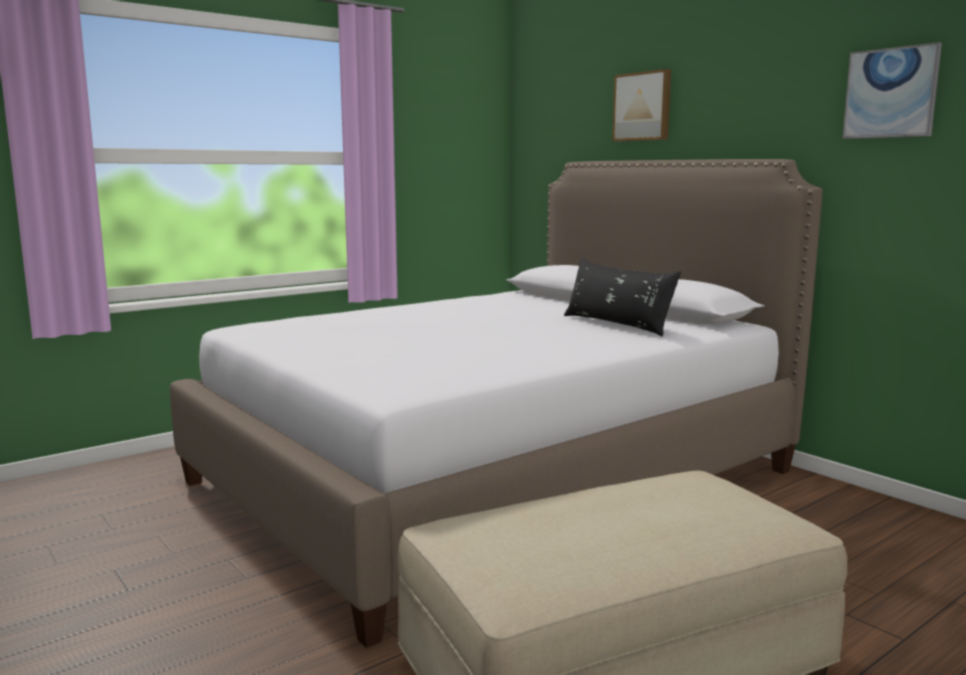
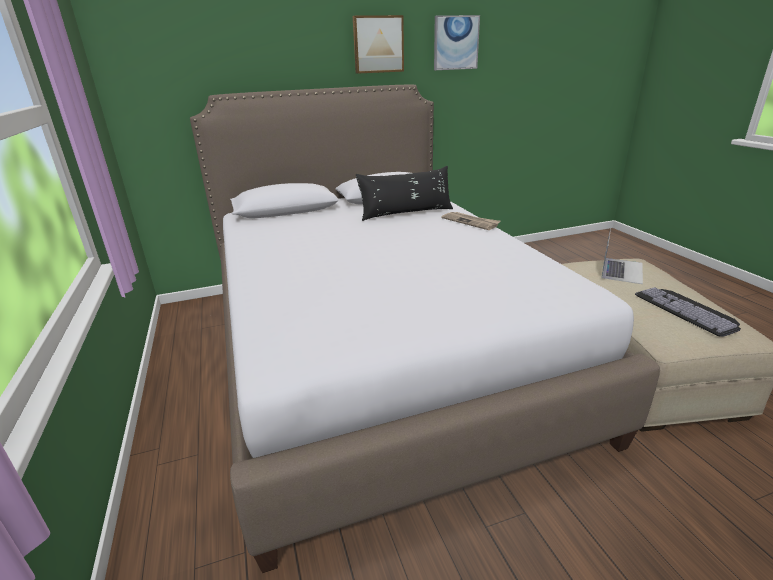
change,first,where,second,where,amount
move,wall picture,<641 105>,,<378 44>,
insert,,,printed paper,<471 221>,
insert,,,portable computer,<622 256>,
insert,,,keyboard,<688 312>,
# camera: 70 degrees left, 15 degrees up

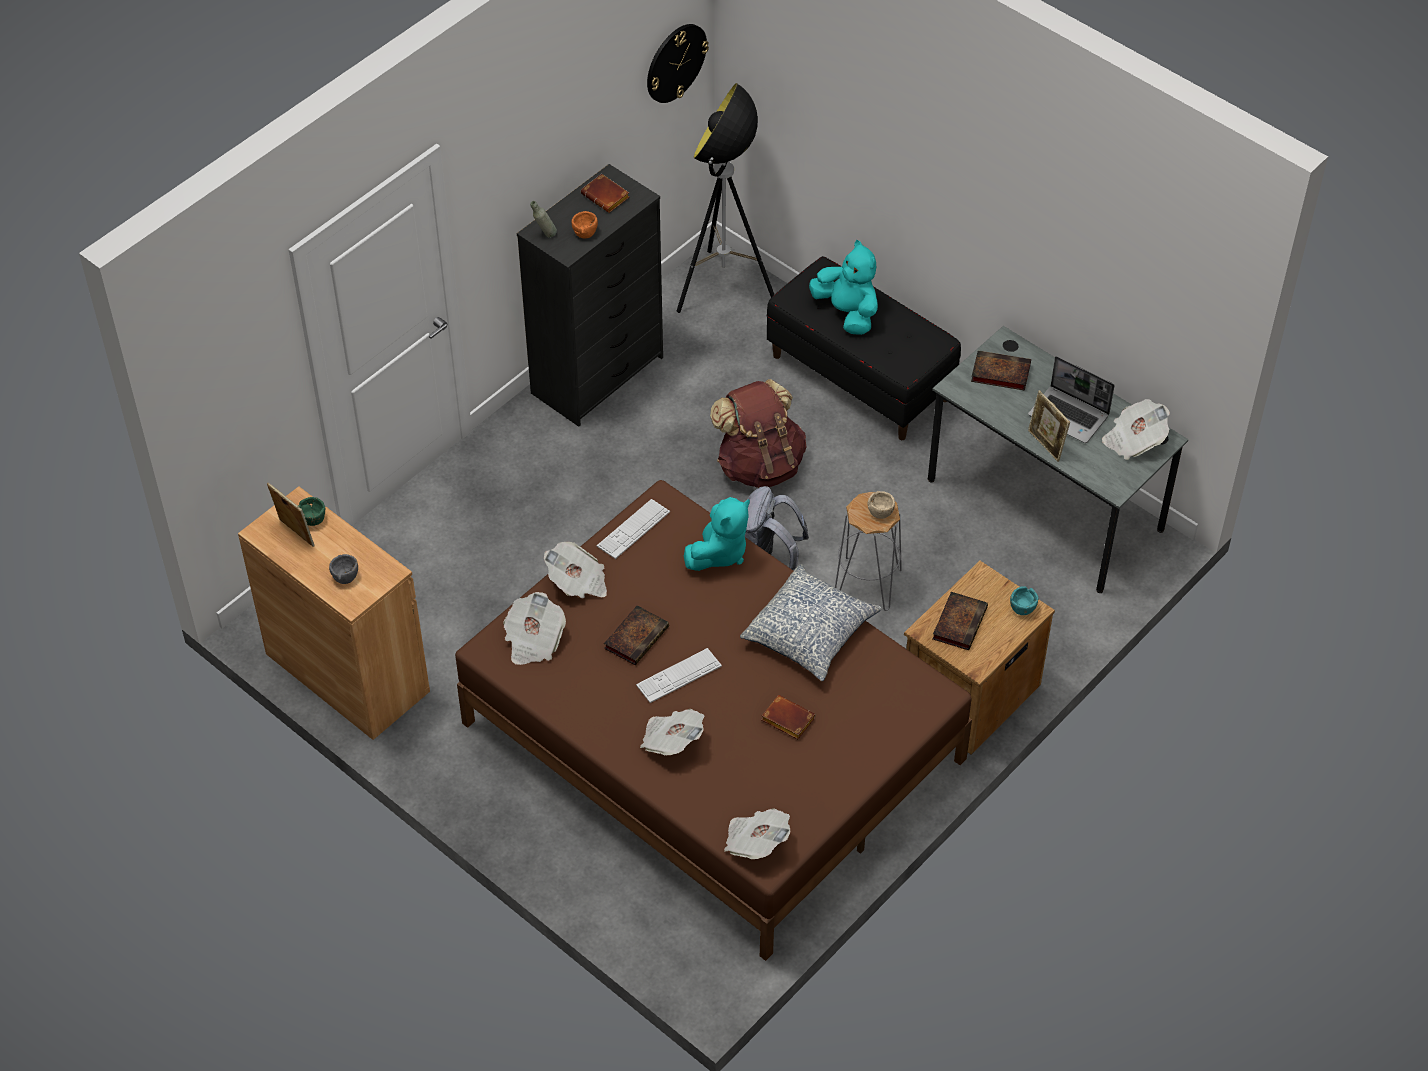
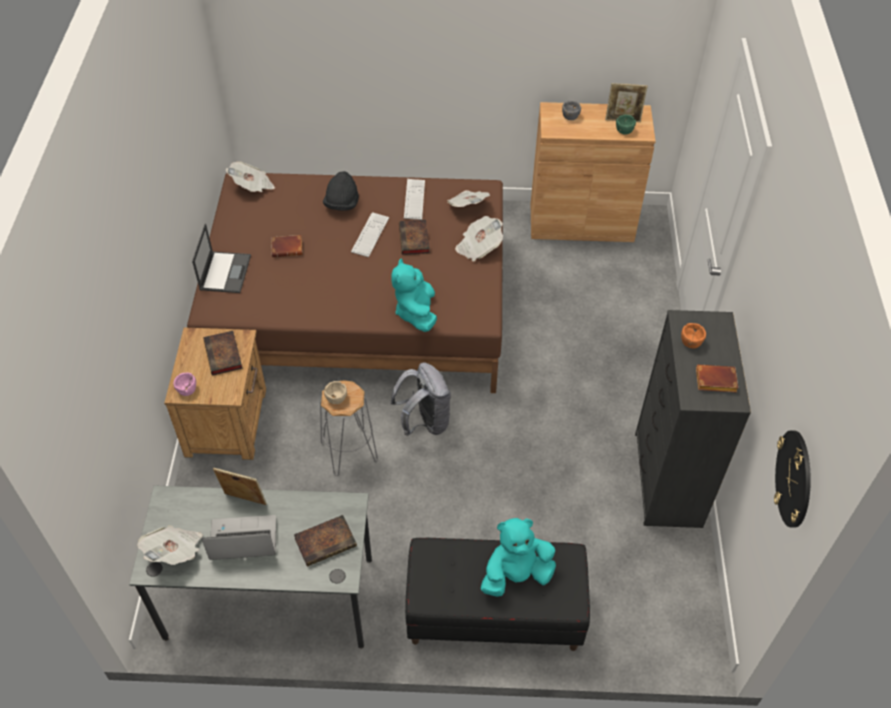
change,first,where,second,where,amount
delete,grey drink bottle,<543 219>,,,
move,keyboard,<633 529>,,<414 199>,
replace,printed paper,<672 732>,black clothing hat,<341 191>,
delete,floor lamp,<726 198>,,,
delete,brown knapsack,<758 433>,,,
delete,cushion,<811 622>,,,
rotate,turquoise soft toy,<843 287>,,<518 557>,150 degrees clockwise
recolor,turquoise deep dish,<1024 600>,pink-coloured deep dish,<184 384>,
insert,,,portable computer,<221 258>,
# camera: 140 degrees right, 0 degrees up

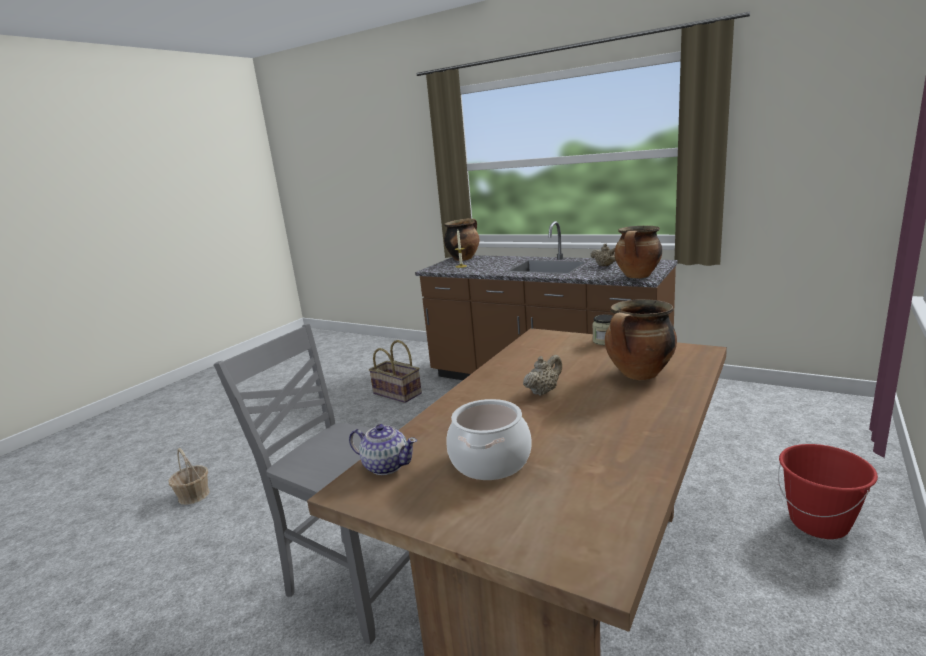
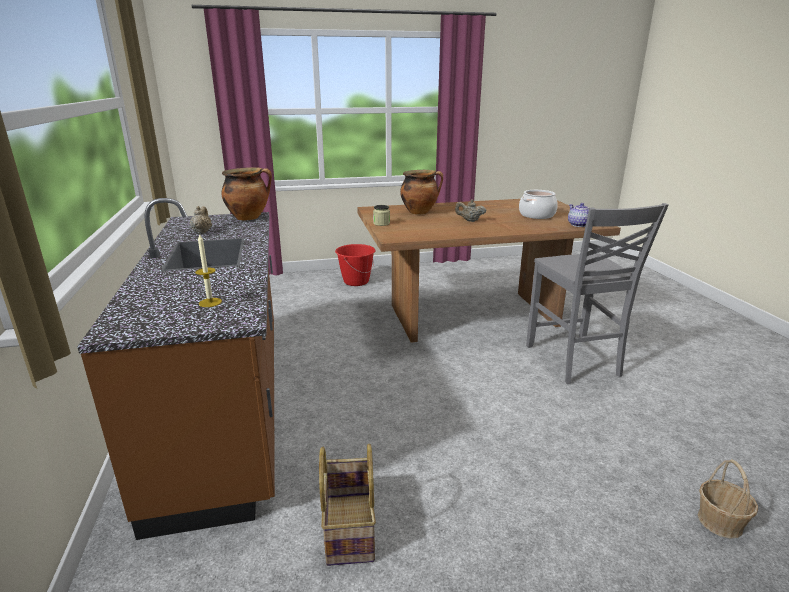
change,first,where,second,where,amount
delete,cooking pot,<461 239>,,,
# camera: 135 degrees left, 5 degrees up

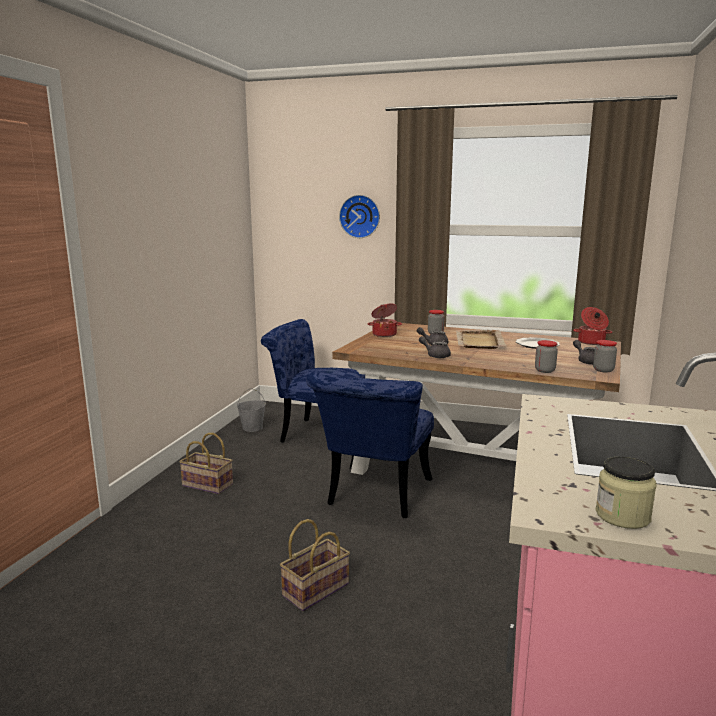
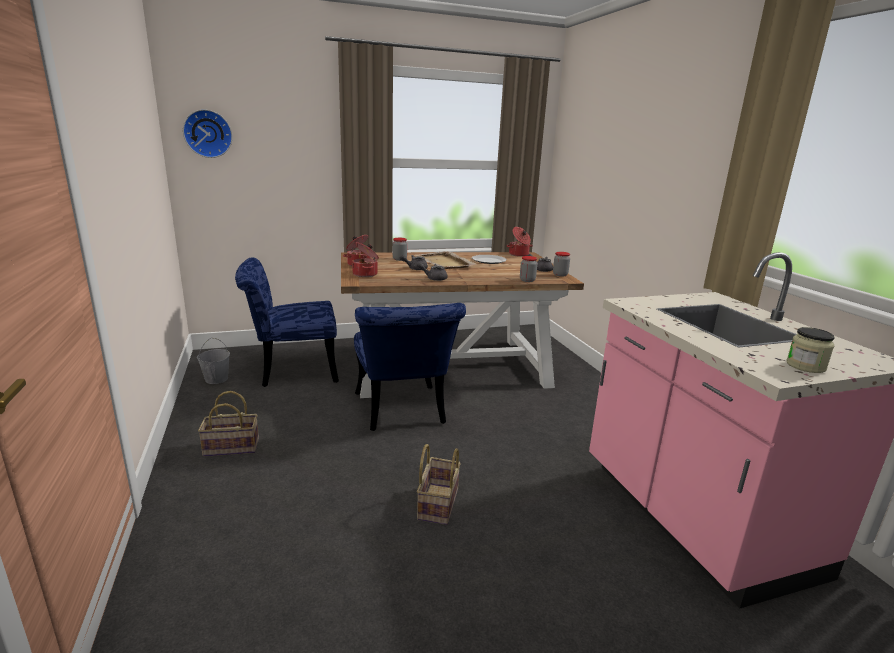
change,first,where,second,where,amount
move,clock on the wall,<359 216>,,<208 133>,
insert,,,cooking pot,<365 259>,
# camera: 35 degrees left, 5 degrees up

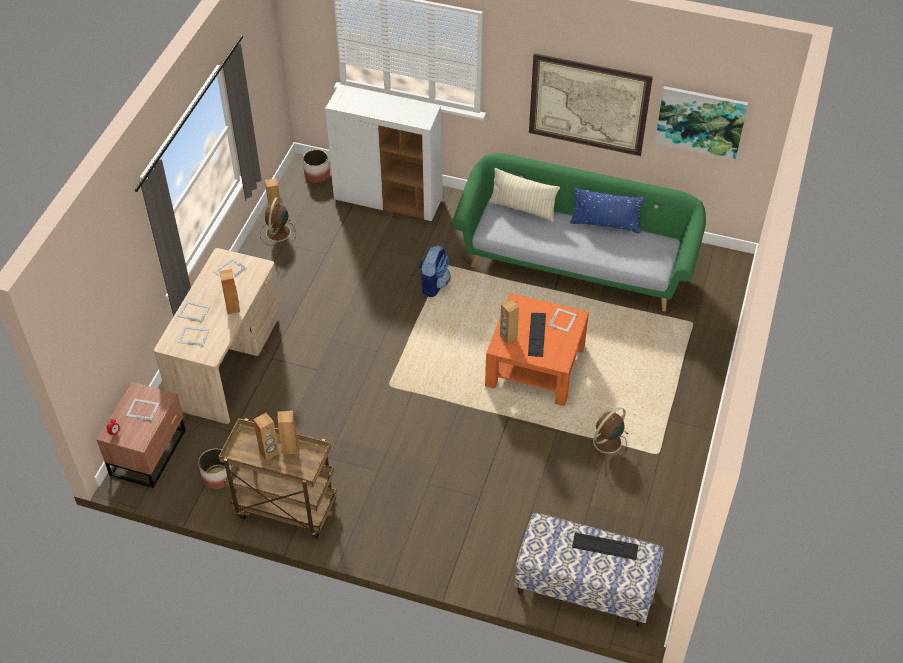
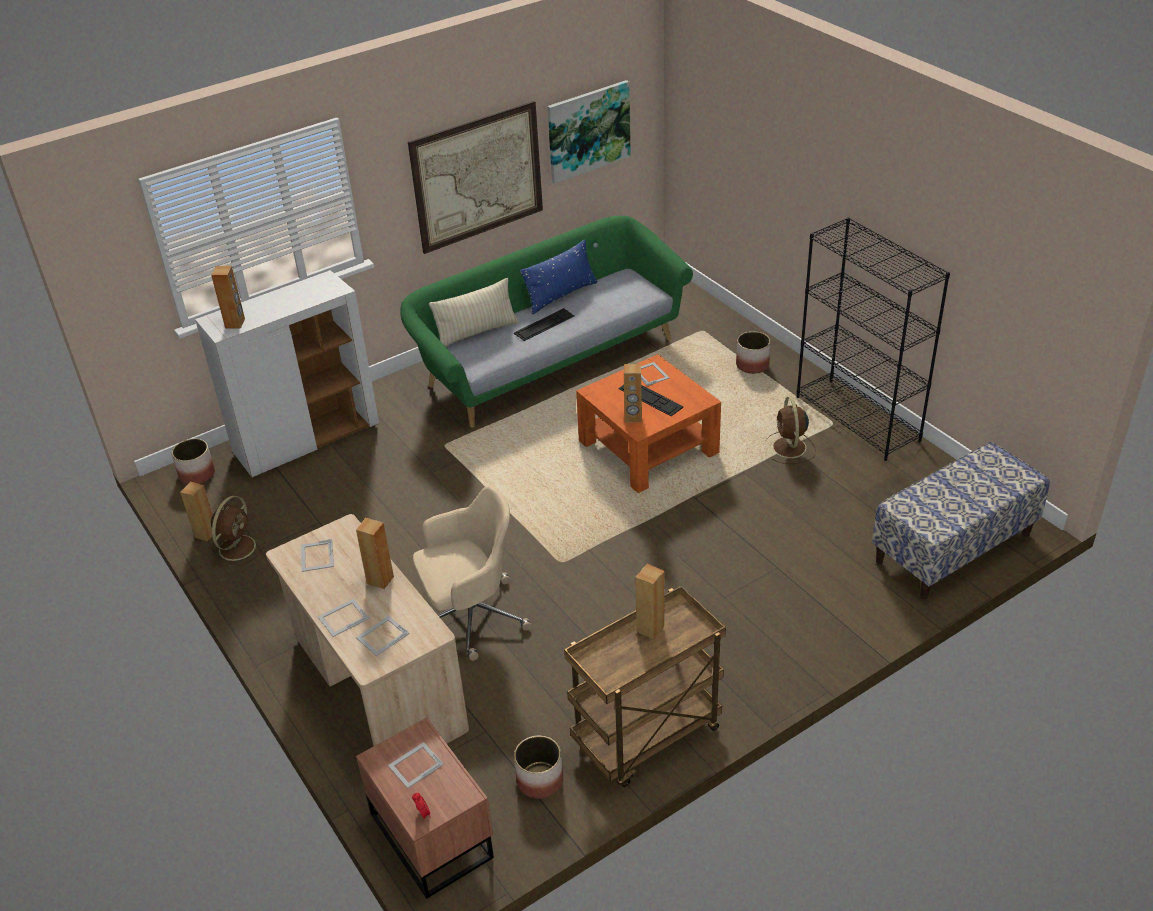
change,first,where,second,where,amount
move,brown audio speaker,<266 436>,,<228 297>,
rotate,brown cooling fan,<278 222>,,<238 531>,120 degrees counterclockwise
delete,knapsack,<434 271>,,,
move,keyboard,<605 546>,,<544 324>,
insert,,,beige office chair,<472 573>,
insert,,,plant pot,<753 352>,
insert,,,black shelving unit,<873 339>,
# camera: 50 degrees left, 10 degrees down

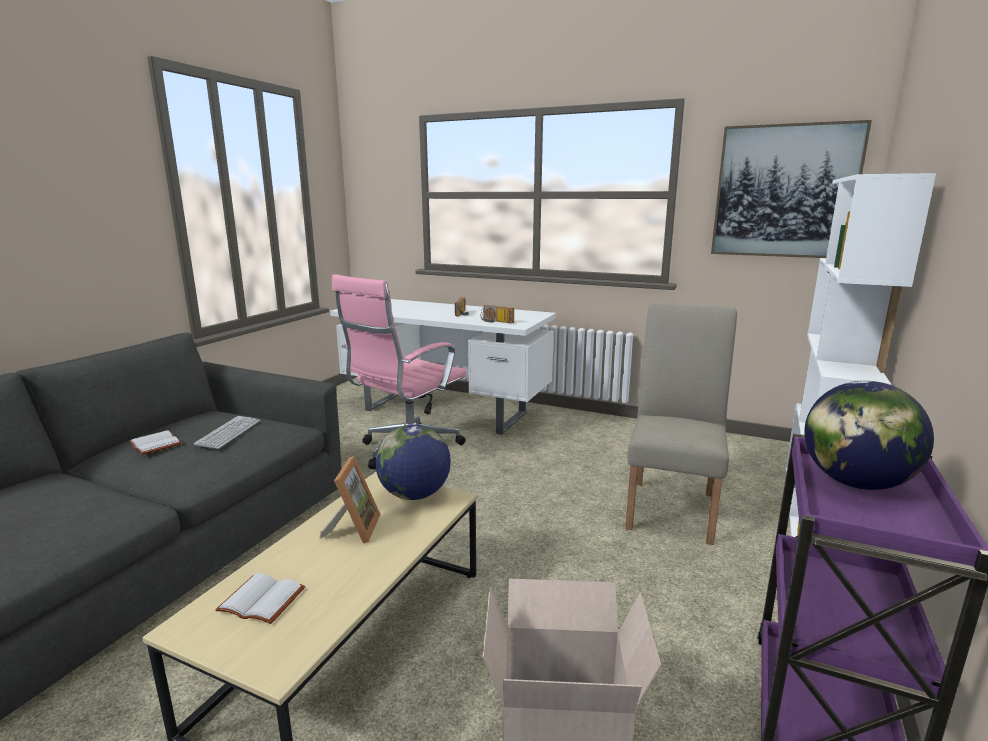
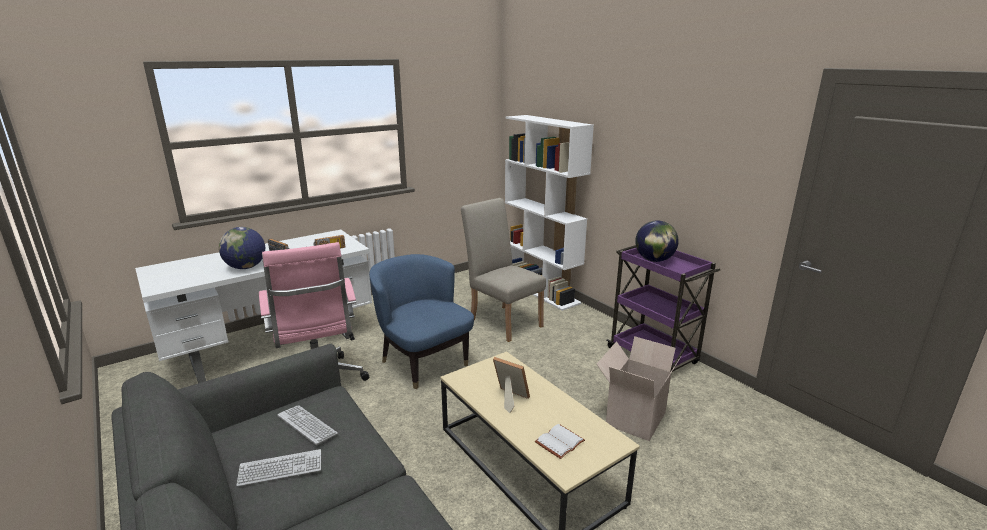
change,first,where,second,where,amount
replace,white bound book,<155 442>,keyboard,<278 468>,
move,globe,<413 462>,,<242 248>,
delete,wall picture,<791 189>,,,
insert,,,bluish lounge chair,<421 321>,
# camera: 60 degrees left, 5 degrees up

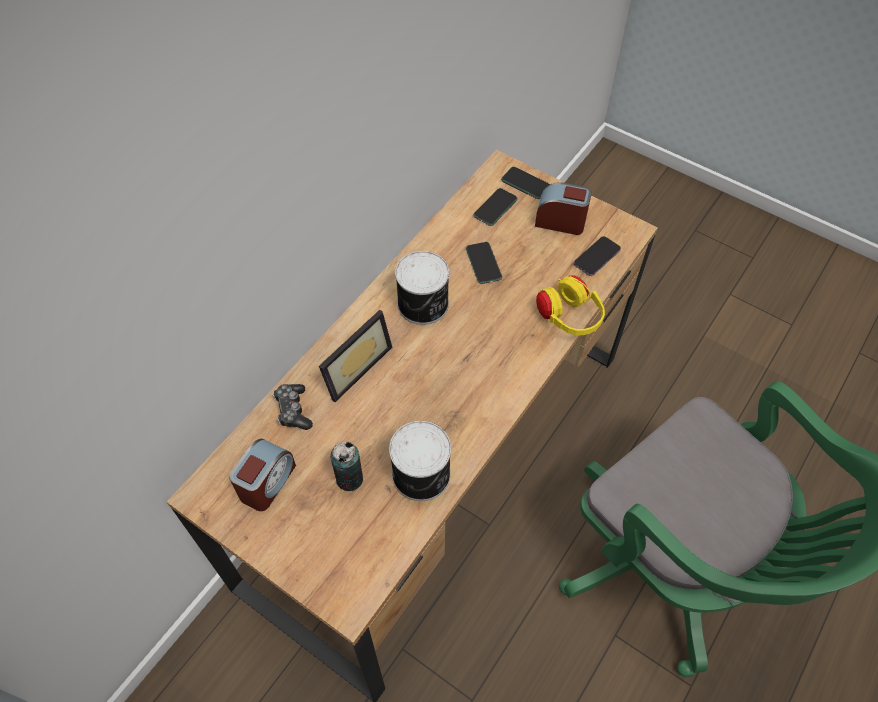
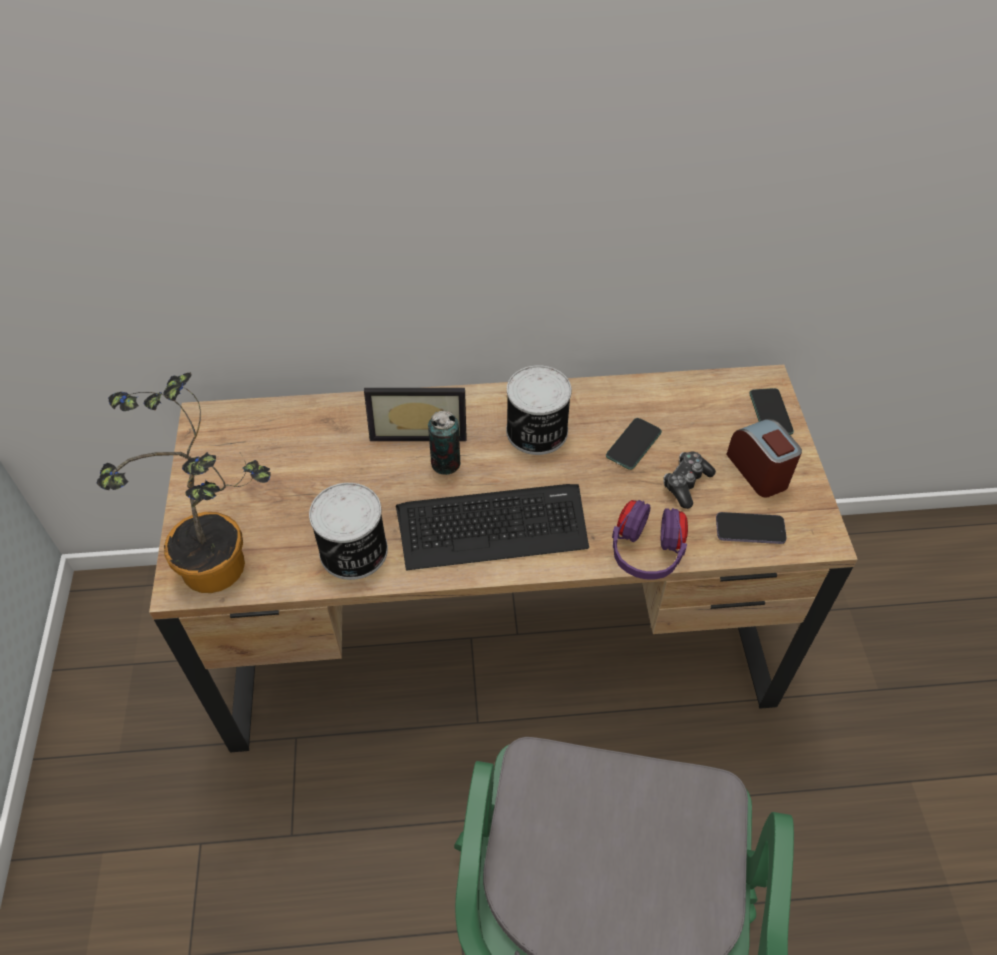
change,first,where,second,where,amount
delete,alarm clock,<262 475>,,,
move,joypad,<293 407>,,<689 480>,
move,metal can,<346 466>,,<444 443>,
delete,phone,<495 207>,,,
recolor,yellow headset,<570 305>,purple headset,<650 540>,
insert,,,potted plant,<183 482>,
insert,,,keyboard,<492 527>,
# camera: 50 degrees right, 5 degrees down

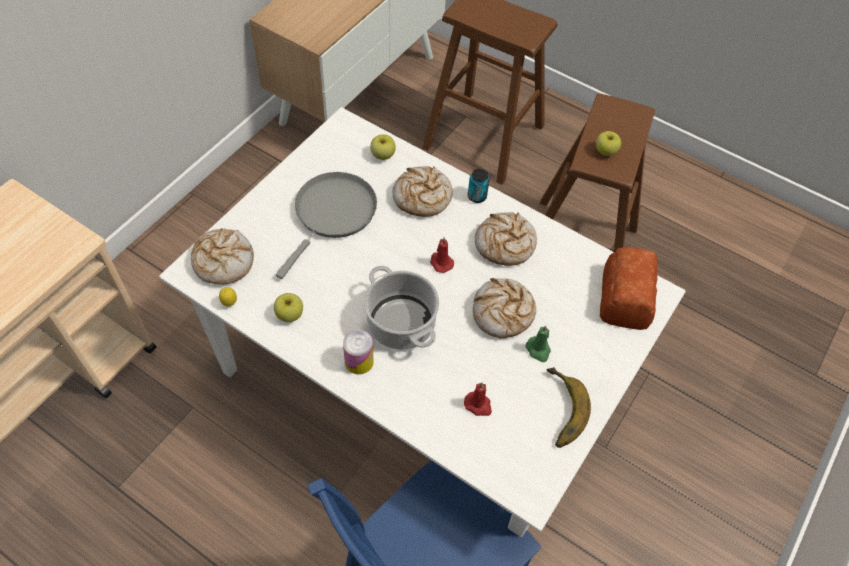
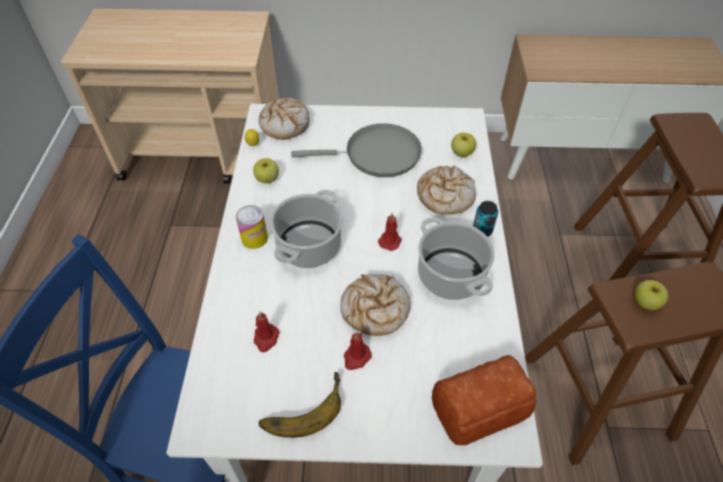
change,first,where,second,where,amount
replace,bakery bread,<506 239>,cooking pot,<456 258>,
recolor,greenish candle,<538 343>,red-coloured candle,<358 350>,
# camera: 60 degrees right, 5 degrees down

